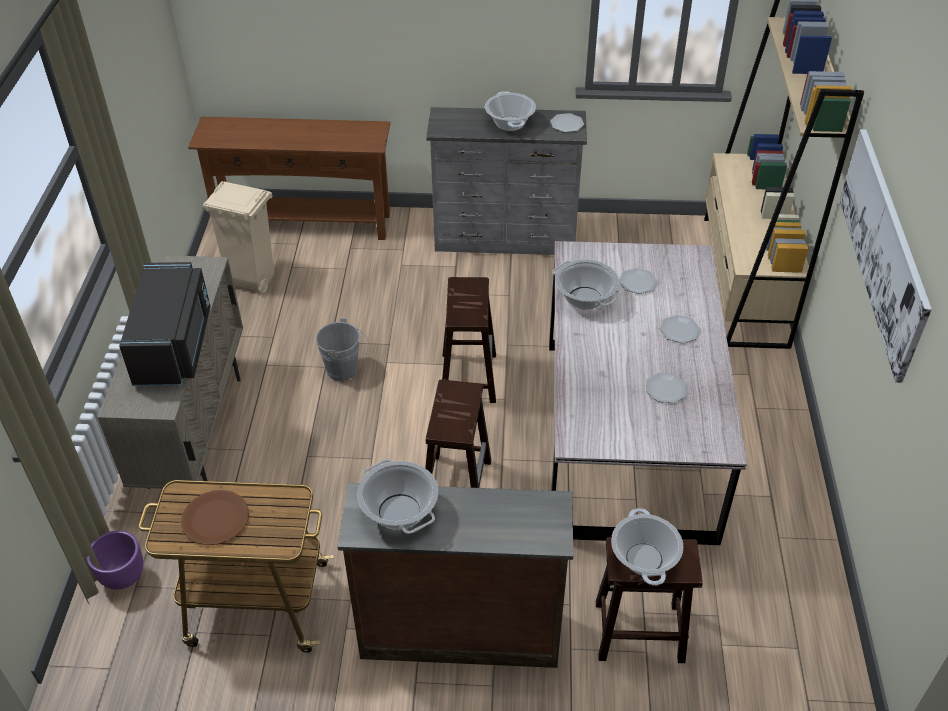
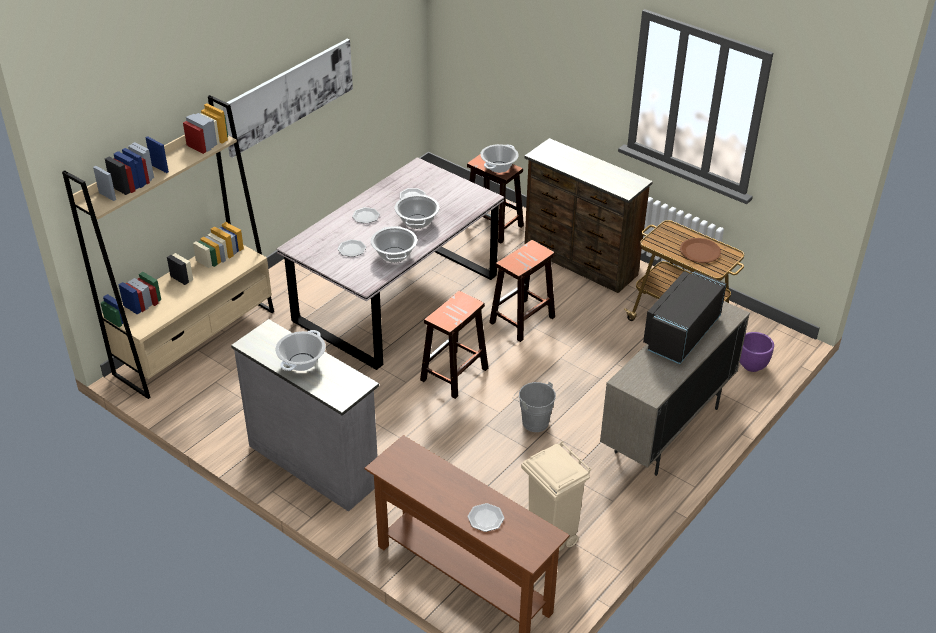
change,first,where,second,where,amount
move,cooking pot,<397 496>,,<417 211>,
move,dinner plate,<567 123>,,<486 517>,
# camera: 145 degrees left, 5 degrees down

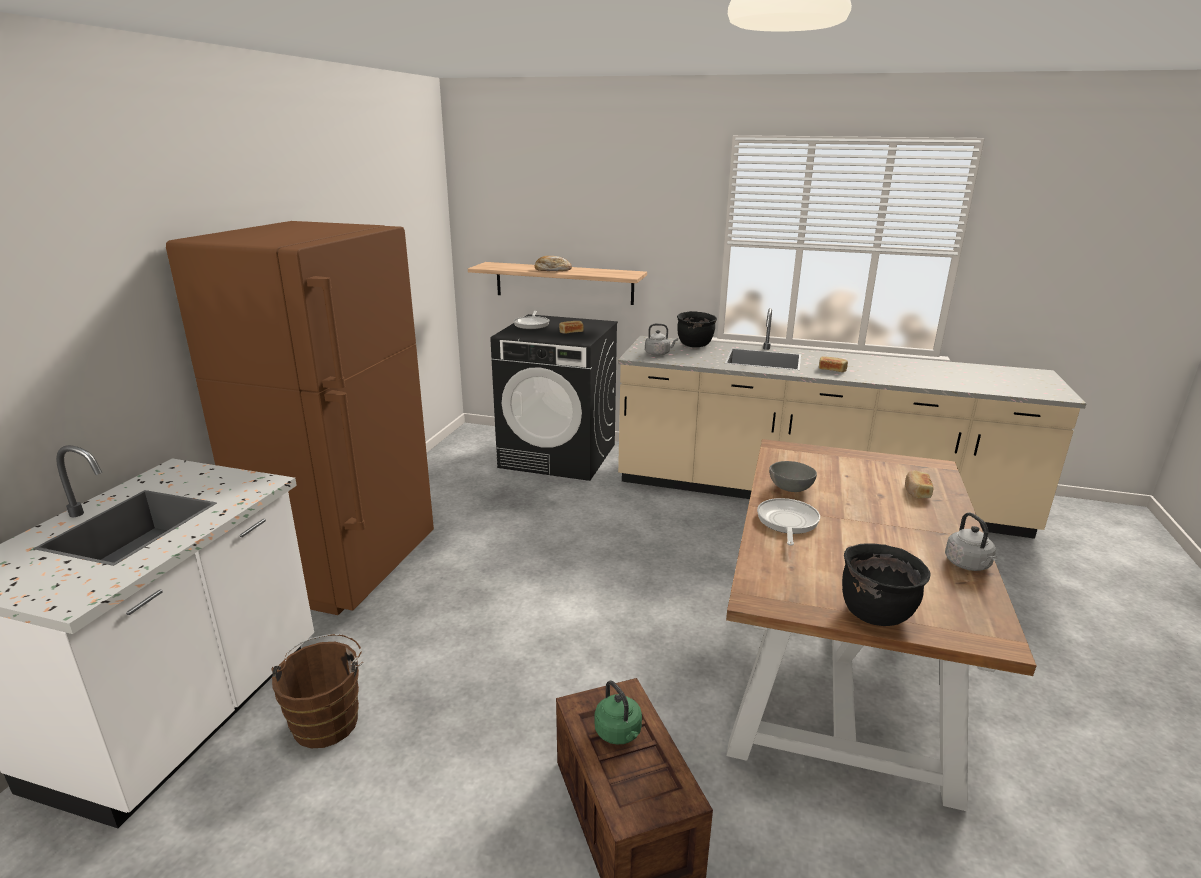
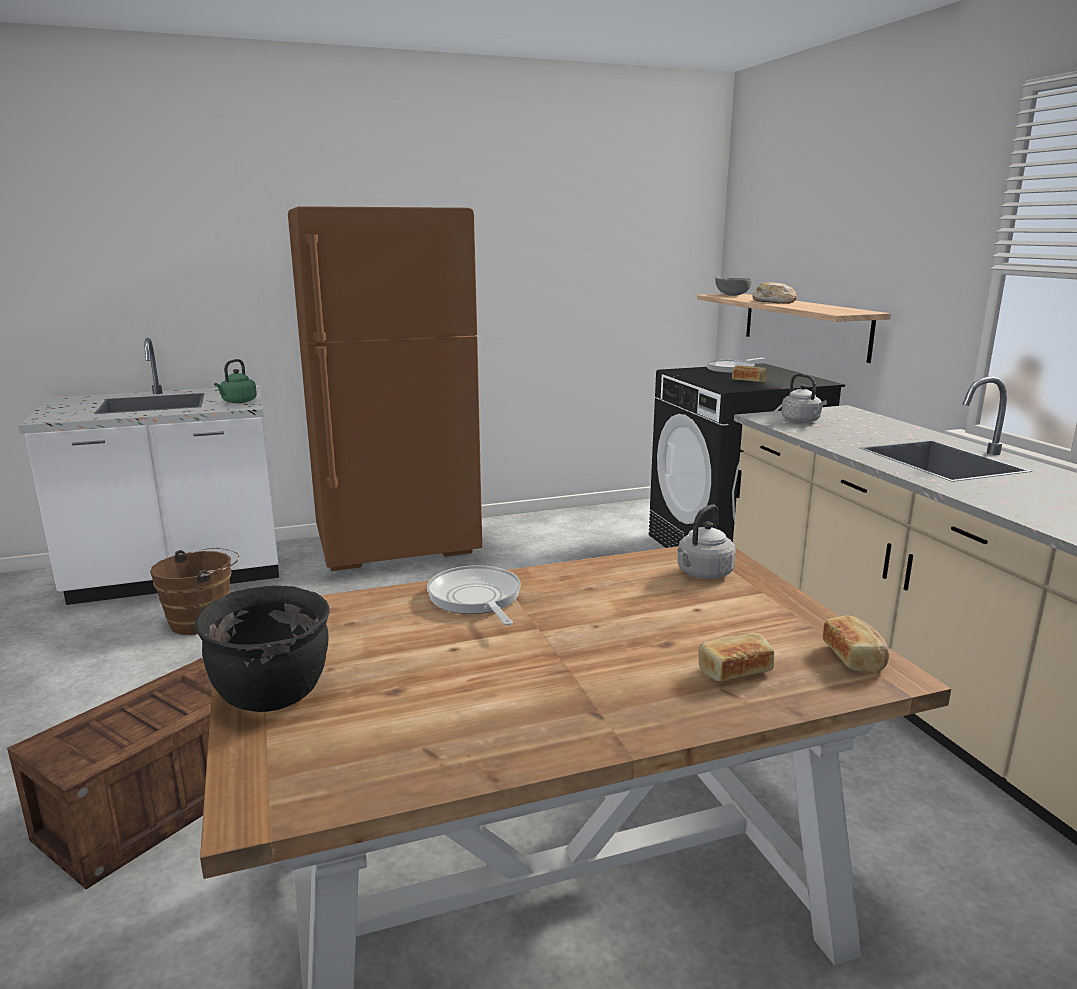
change,first,where,second,where,amount
move,greenish kettle,<618 712>,,<235 381>,
delete,black cooking pot,<697 329>,,,
rotate,skillet,<788 522>,,<474 595>,90 degrees counterclockwise
move,grey deep dish,<793 476>,,<733 286>,
move,bakery bread,<833 364>,,<856 644>,
move,grey kettle,<971 541>,,<706 541>,
# camera: 55 degrees right, 5 degrees down

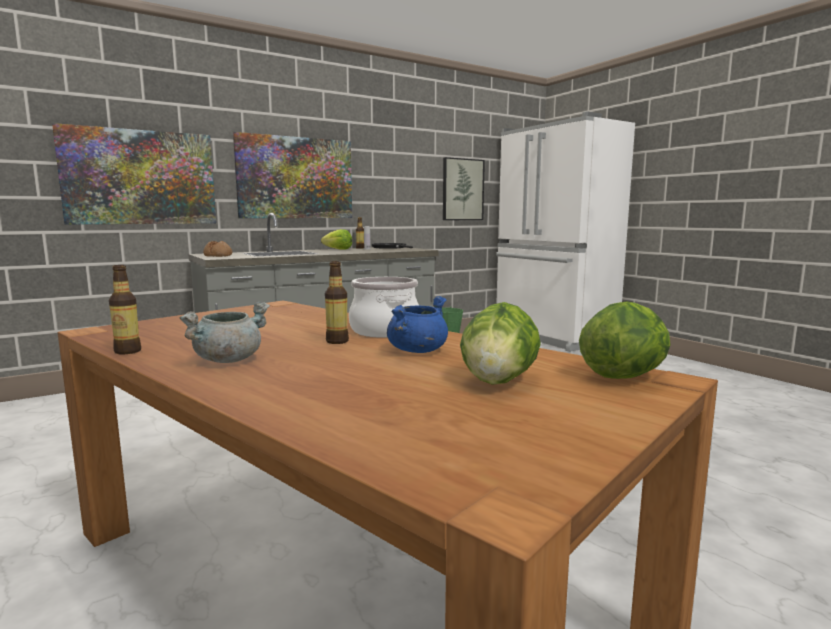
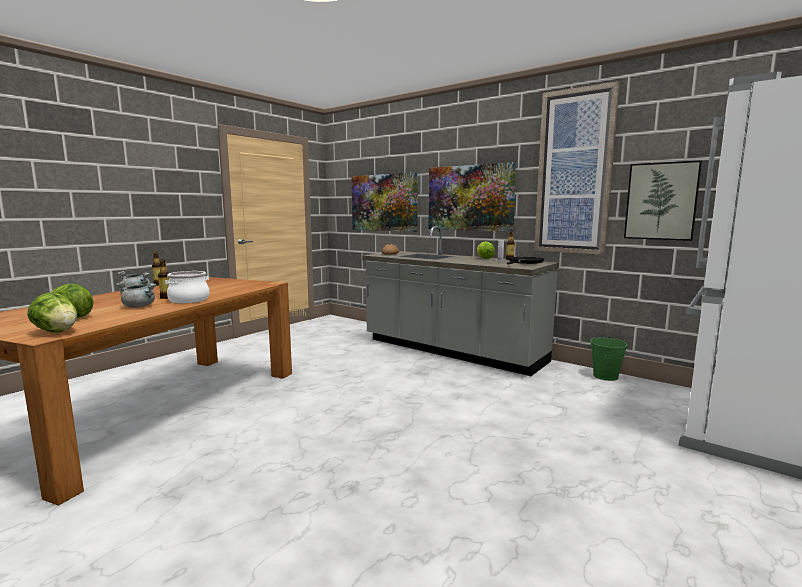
change,first,where,second,where,amount
recolor,bluish cooking pot,<417 324>,grey cooking pot,<136 294>,
insert,,,wall picture,<577 168>,
# camera: 70 degrees right, 0 degrees up

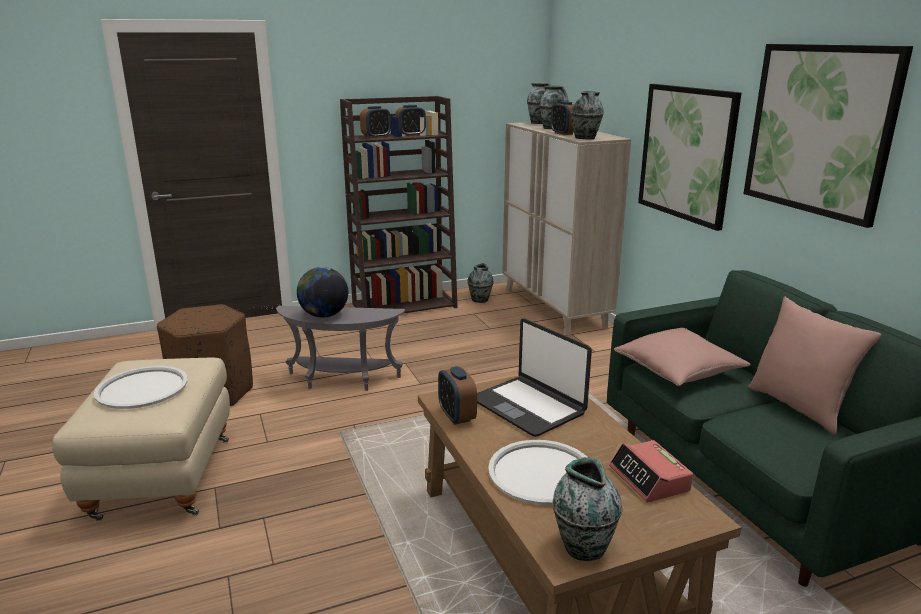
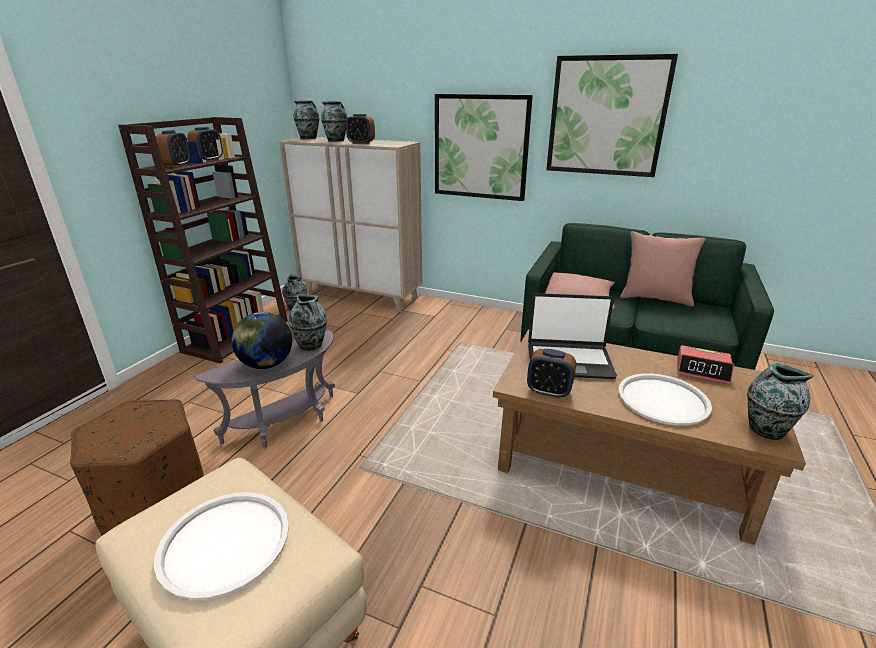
change,first,where,second,where,amount
move,decorative vase,<587 115>,,<307 322>,
# camera: 45 degrees left, 5 degrees up

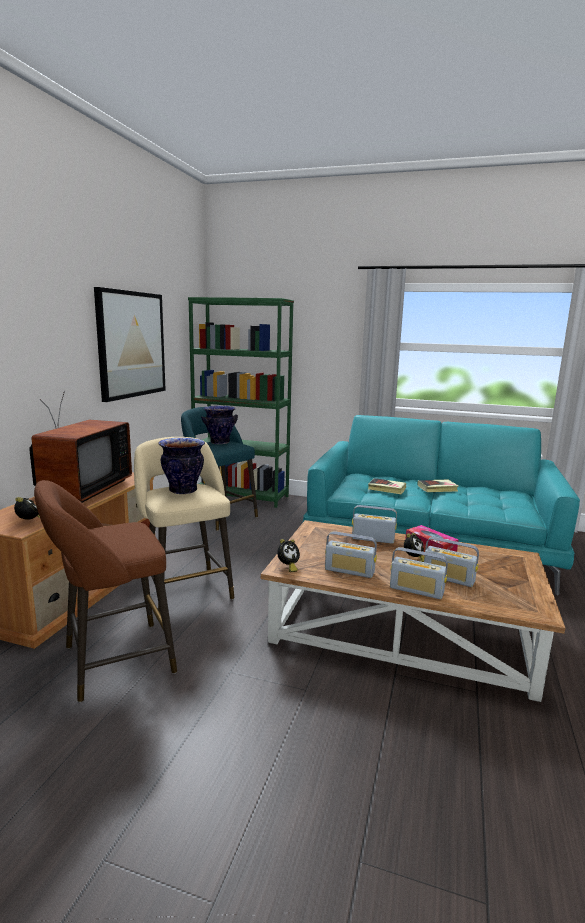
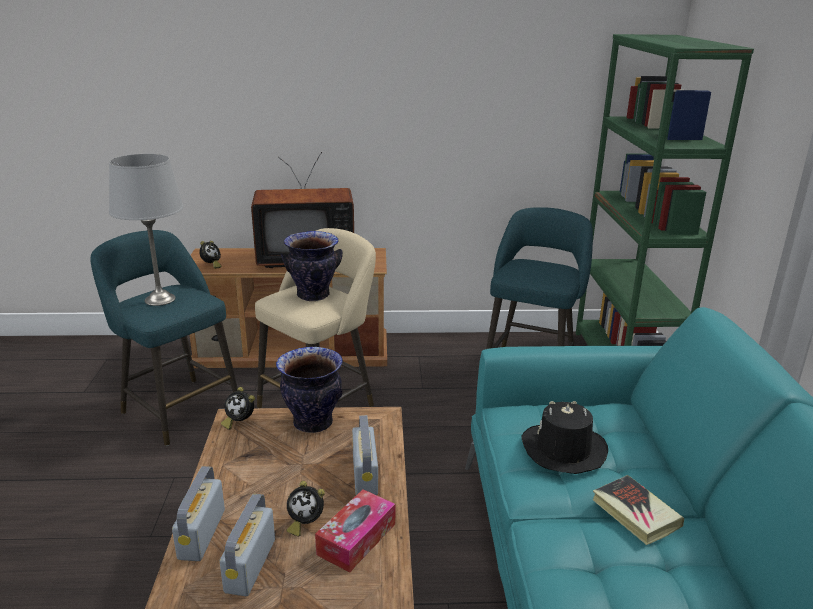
change,first,where,second,where,amount
recolor,brown stool seat,<105 591>,turquoise stool seat,<164 338>,
delete,wall picture,<130 344>,,,
move,decorative vase,<219 425>,,<309 390>,
delete,radio set,<351 554>,,,
replace,bound book,<387 486>,black clothing hat,<564 437>,
insert,,,grey lamp for a table,<146 230>,
# camera: 70 degrees right, 10 degrees up

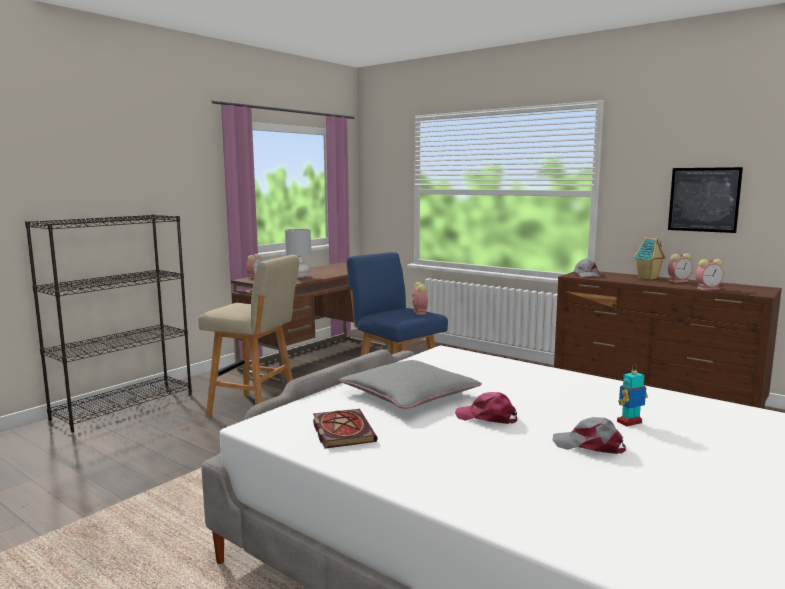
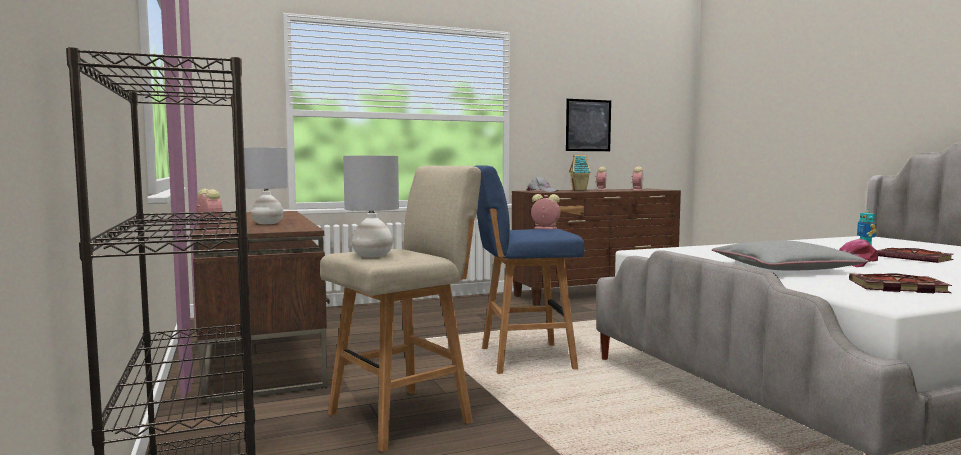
change,first,where,second,where,amount
replace,grey peaked cap,<589 435>,bound book,<915 255>,
insert,,,grey lamp for a table,<371 206>,
# camera: 60 degrees left, 5 degrees down

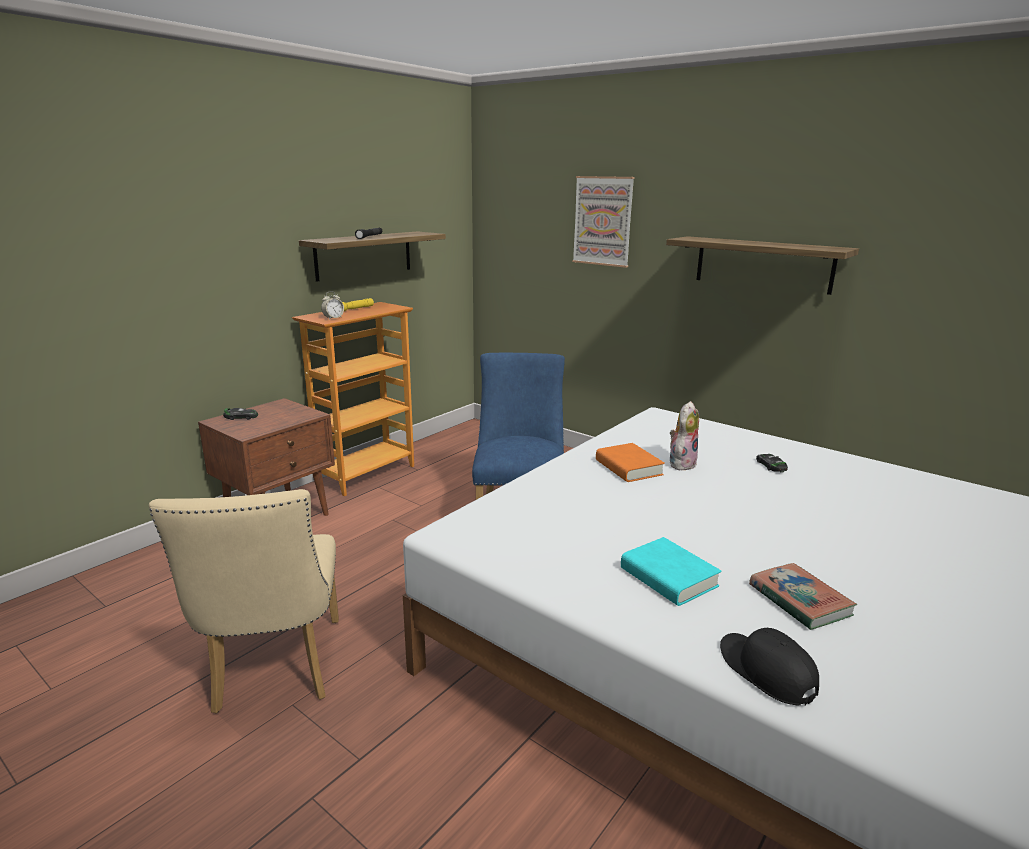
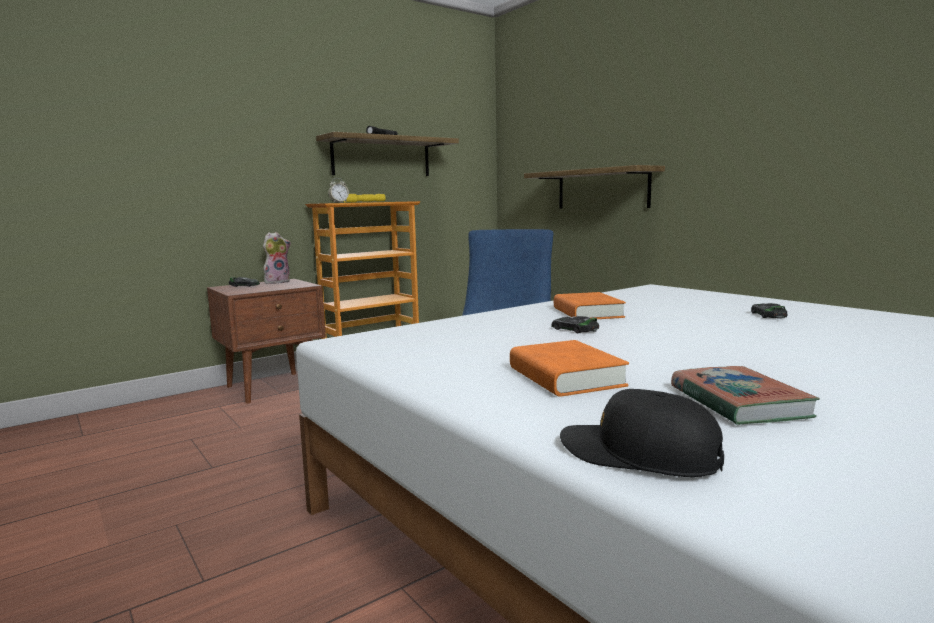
change,first,where,second,where,amount
delete,beige plain chair,<244 601>,,,
delete,wall picture,<603 222>,,,
recolor,turquoise bound book,<671 571>,orangey bound book,<569 368>,
move,bracket shelf,<762 265>,,<594 186>,
move,soft toy,<684 436>,,<277 258>,
rotate,black peaked cap,<769 667>,,<642 433>,45 degrees counterclockwise
insert,,,model car,<575 324>,
# camera: 15 degrees right, 10 degrees down

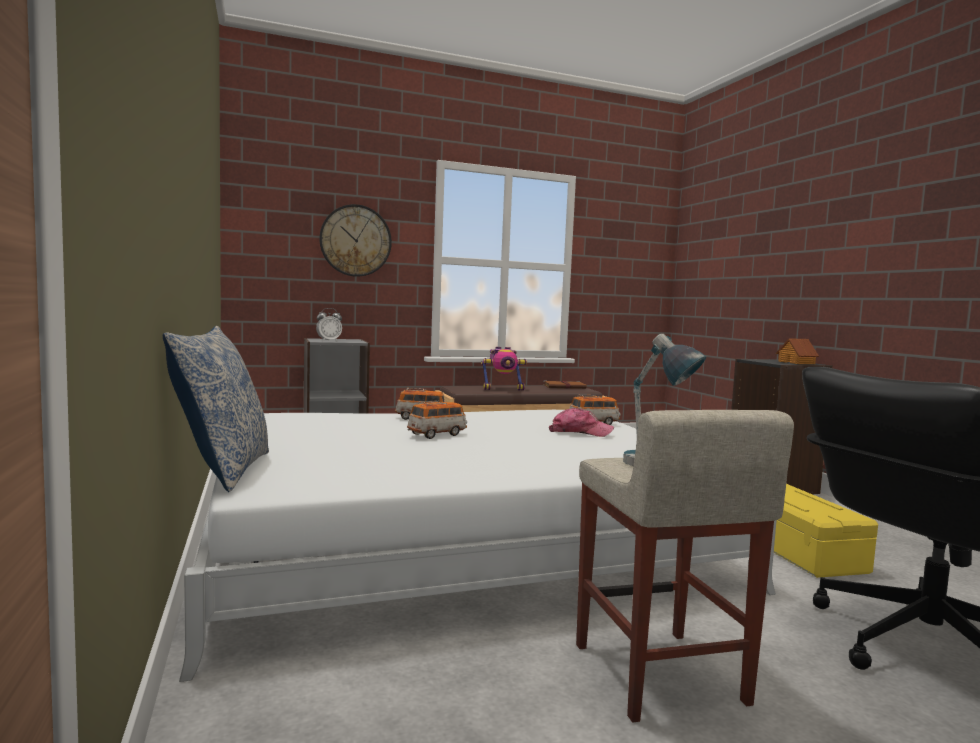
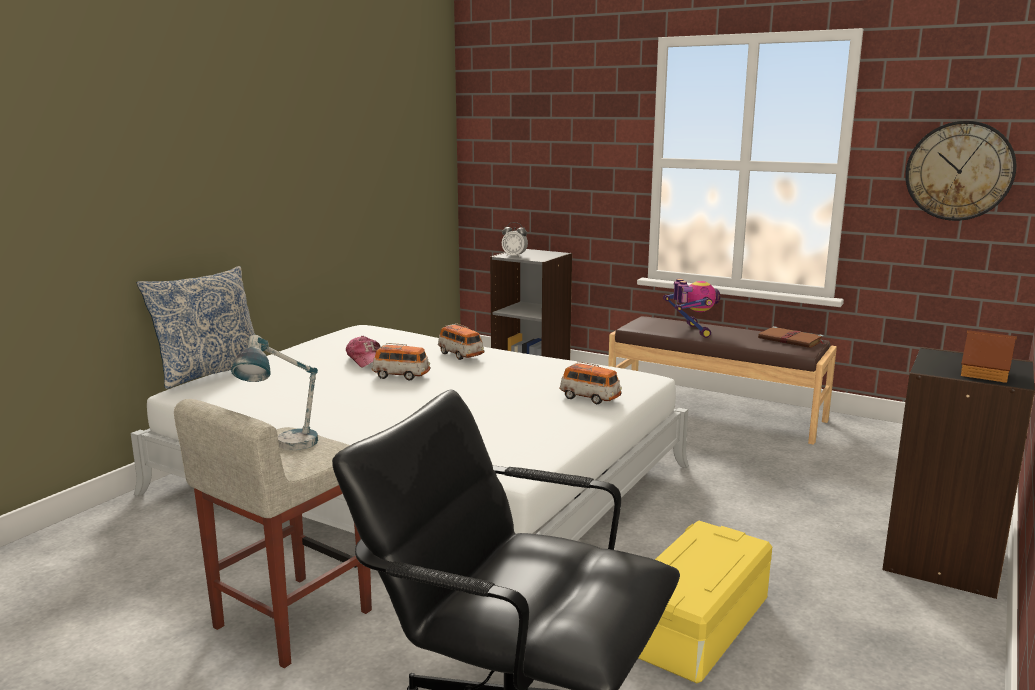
change,first,where,second,where,amount
move,clock on the wall,<355 240>,,<960 171>,
rotate,model robot,<504 369>,,<691 308>,135 degrees counterclockwise
move,peaked cap,<581 422>,,<363 352>,
# camera: 50 degrees right, 10 degrees up

